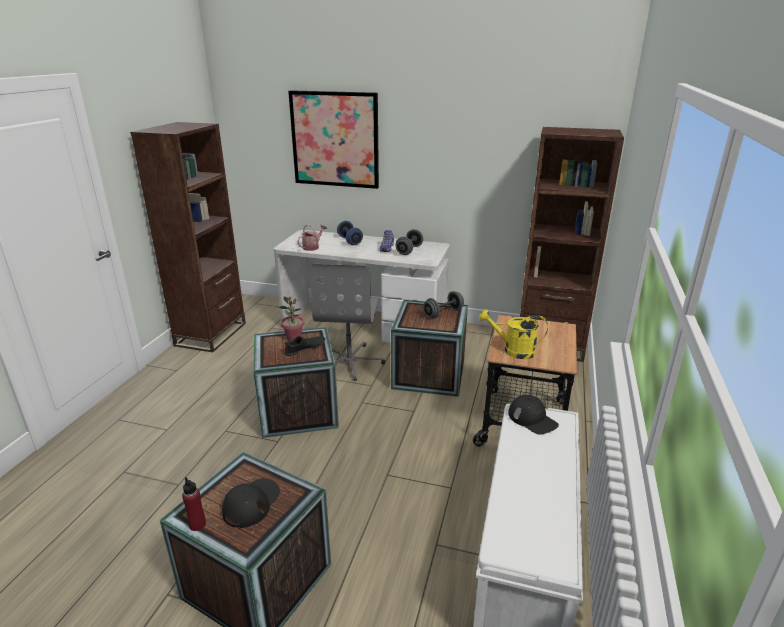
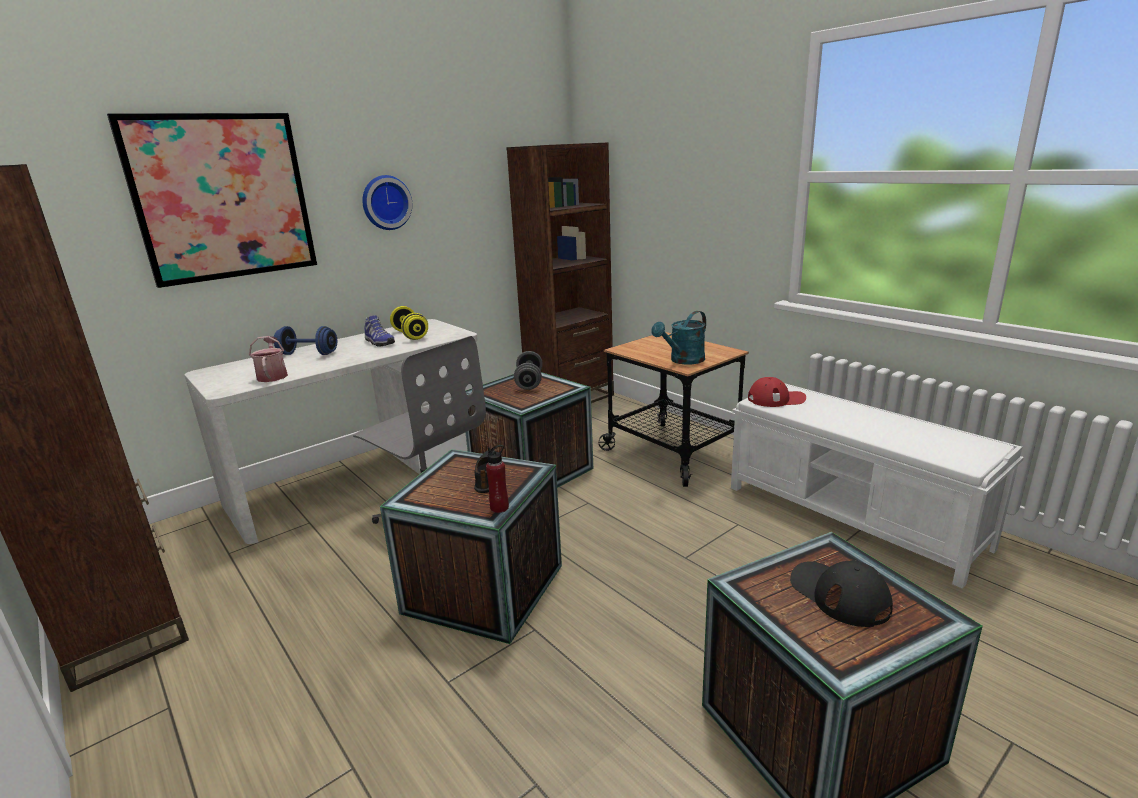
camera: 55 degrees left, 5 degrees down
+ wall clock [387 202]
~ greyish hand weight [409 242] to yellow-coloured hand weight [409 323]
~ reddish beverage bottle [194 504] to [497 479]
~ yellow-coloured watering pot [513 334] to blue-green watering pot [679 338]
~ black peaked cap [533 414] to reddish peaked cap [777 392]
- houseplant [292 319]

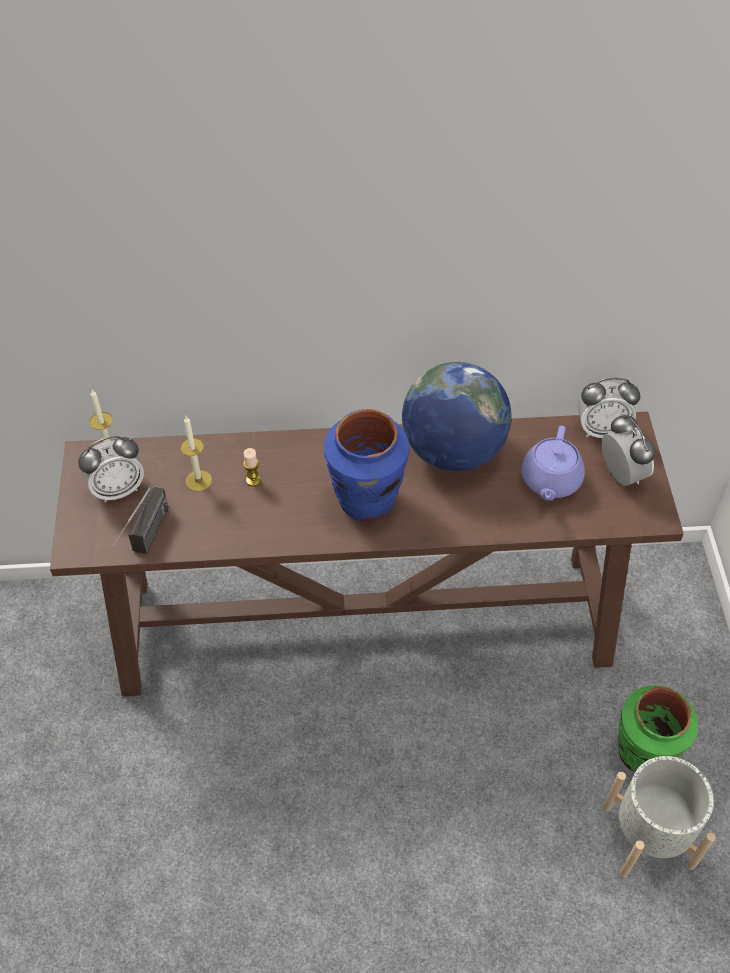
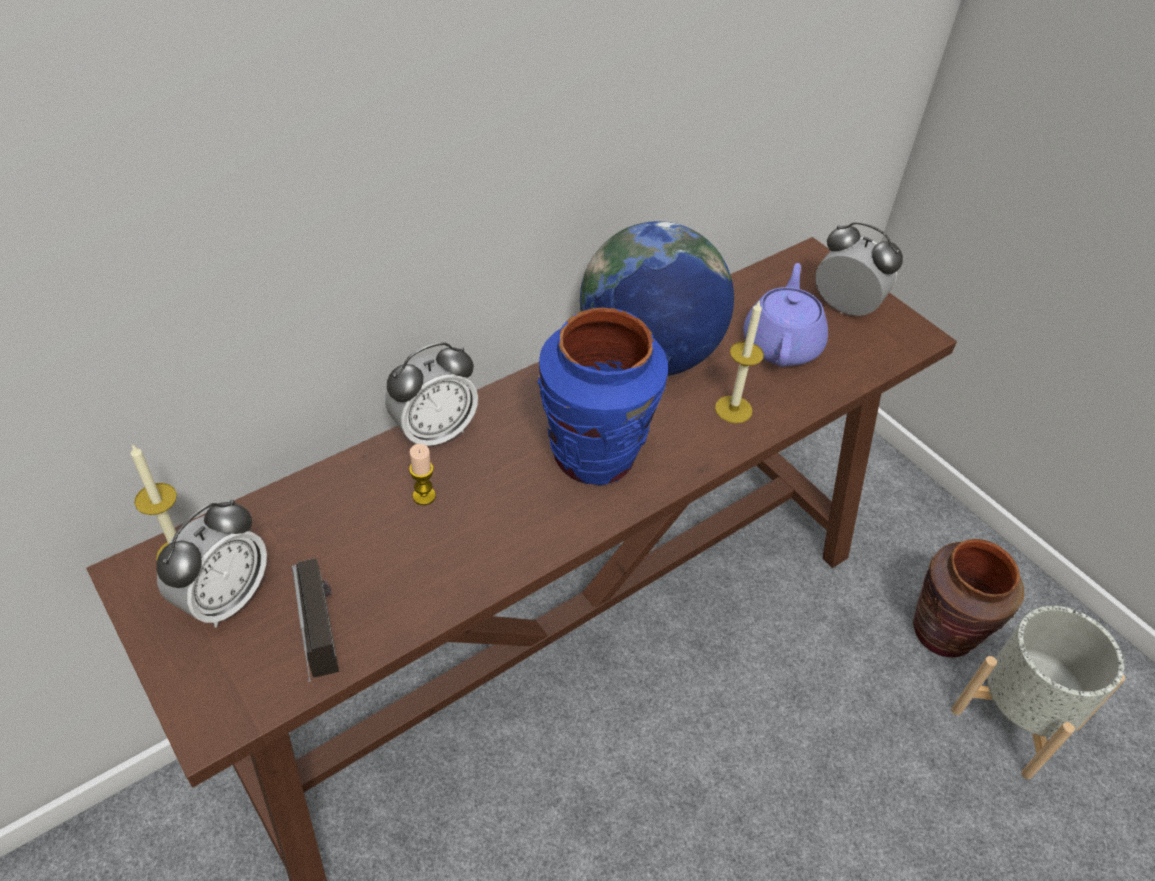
camera: 35 degrees left, 5 degrees down
~ table clock [609 408] to [431 394]
~ candle [196 454] to [739 362]
~ purple tea pot [553 463] = [785 315] 150 degrees counterclockwise
~ greenish flower vase [658 729] to brown flower vase [968 598]

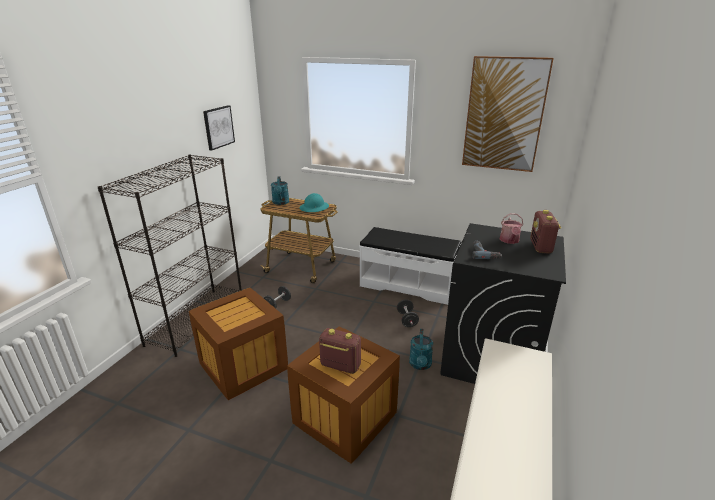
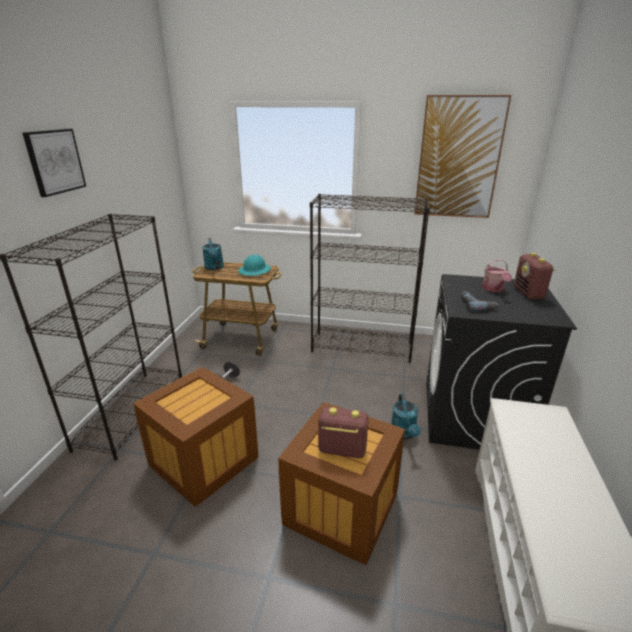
camera: 10 degrees left, 0 degrees up
~ wall picture [219 127] to [54 163]
~ white bench [410 266] to black bookcase [370 278]
- black hand weight [408 313]

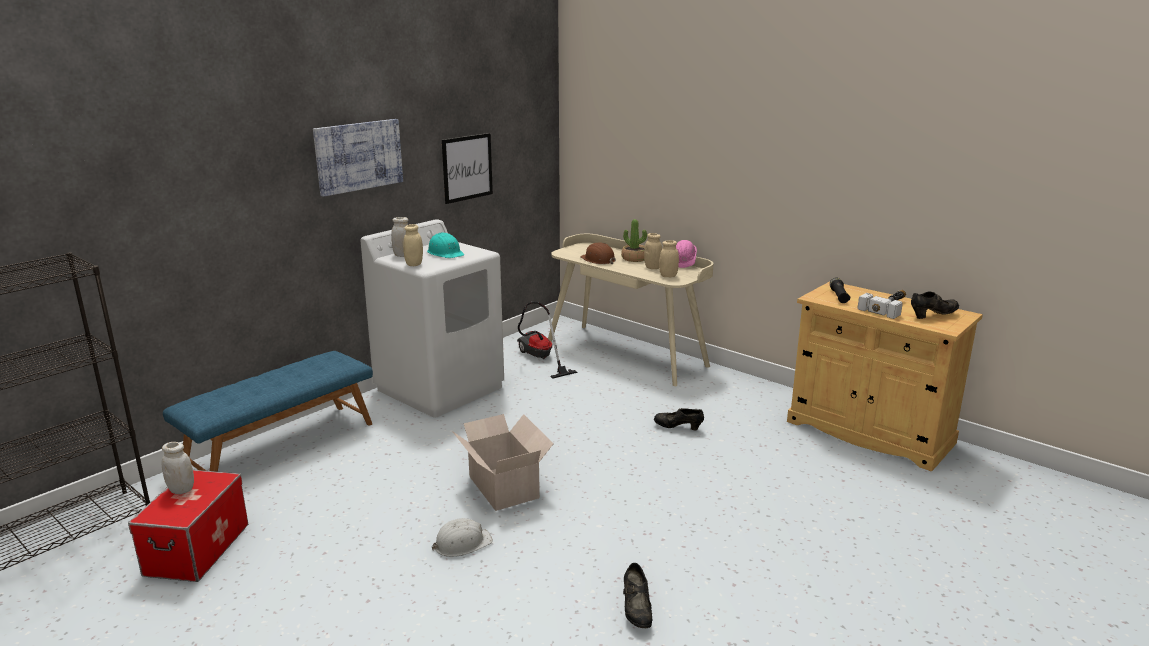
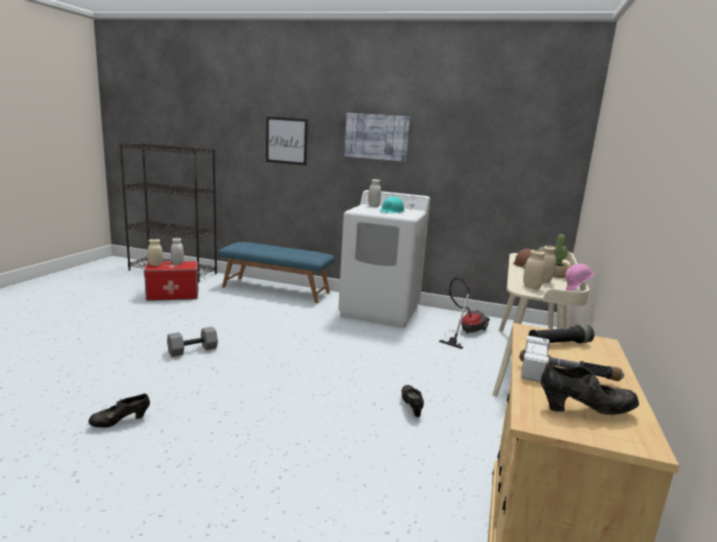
camera: 65 degrees right, 5 degrees down
~ beige-coloured storage jar [413 245] to [155 252]
~ white work helmet [462 537] to greyish hand weight [192 342]
~ wall picture [467 168] to [287 140]
~ black low shoe [935 305] = [590 389] 45 degrees counterclockwise
- packing box [502 462]

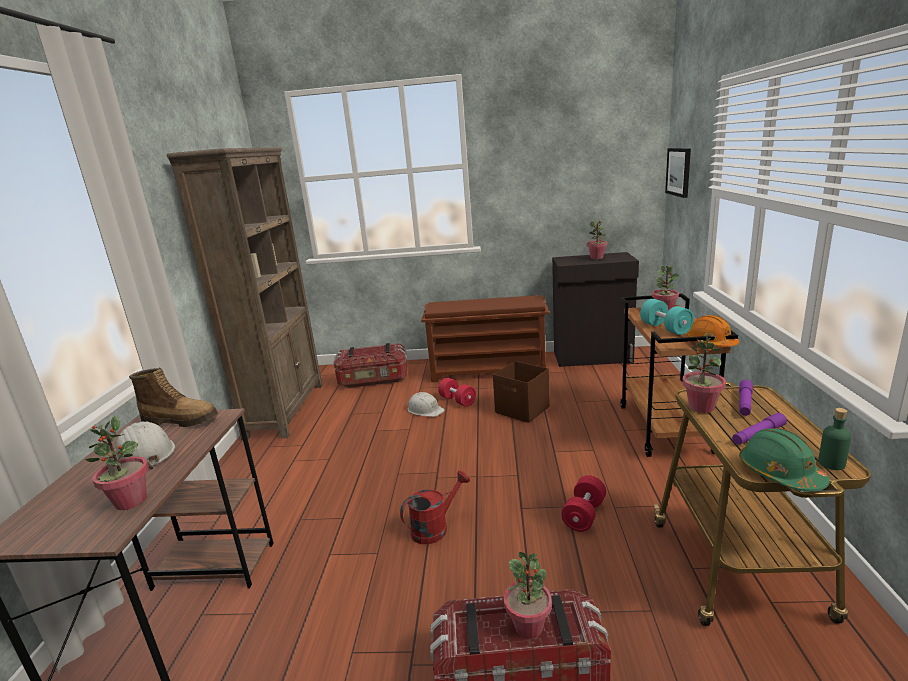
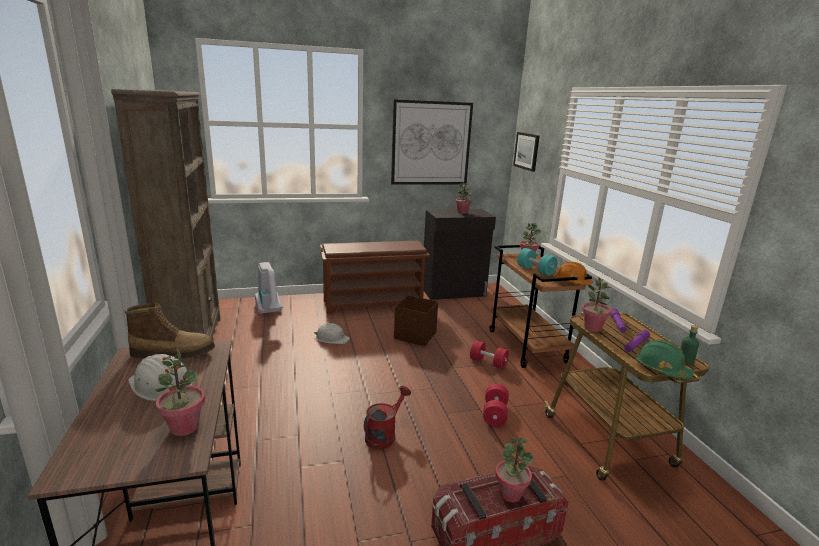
camera: 20 degrees left, 0 degrees up
~ storage bin [370 365] to hoover [269 288]
+ wall picture [432 142]
~ reddish hand weight [457 392] to [489 354]

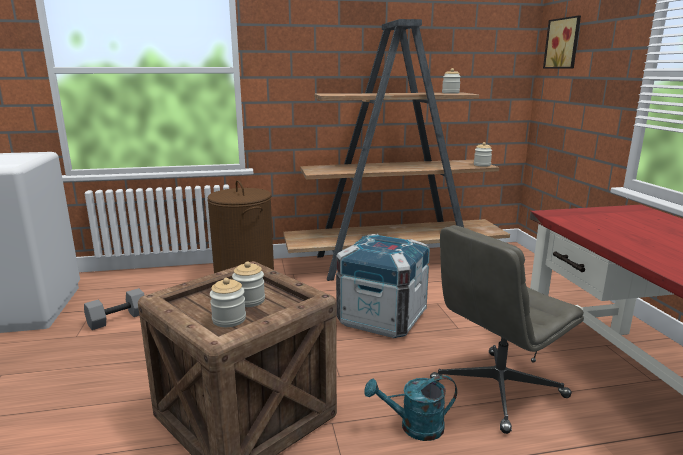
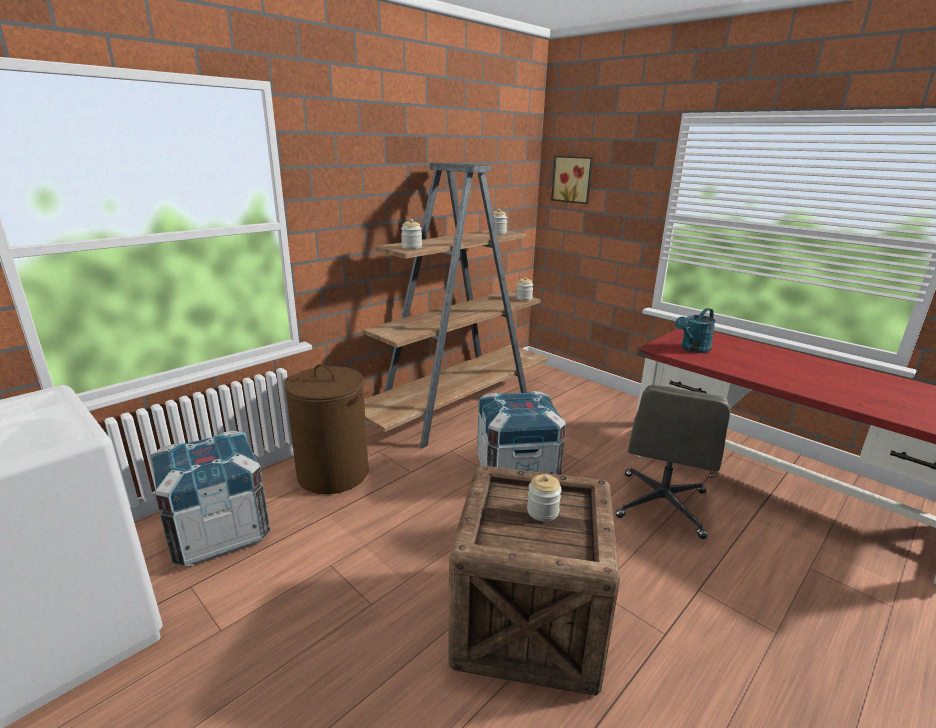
camera: 35 degrees left, 5 degrees up
+ crate [210 498]
~ storage jar [228 302] to [411 234]
~ blue-green watering pot [410 408] to [695 330]
- greyish hand weight [114 309]

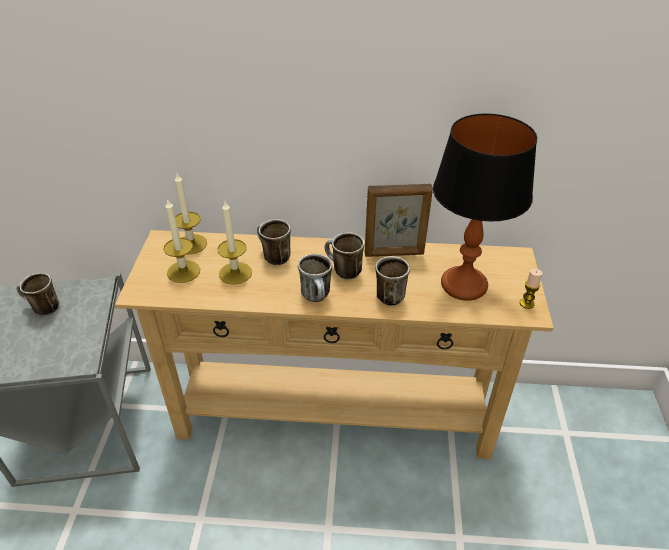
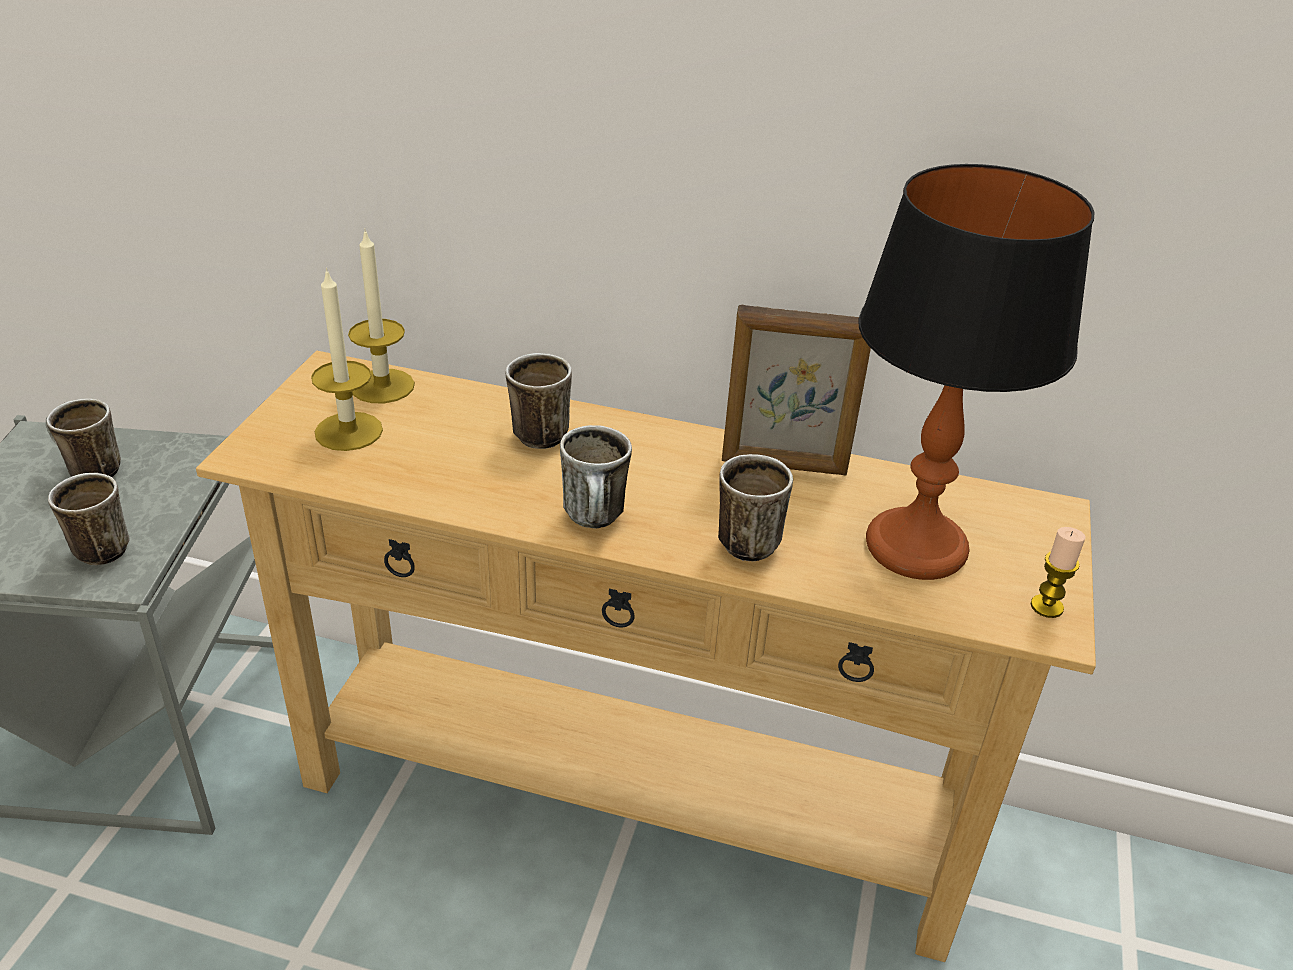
camera: 10 degrees right, 5 degrees down
~ coffee mug [344 256] to [89 519]
- candle [234 243]

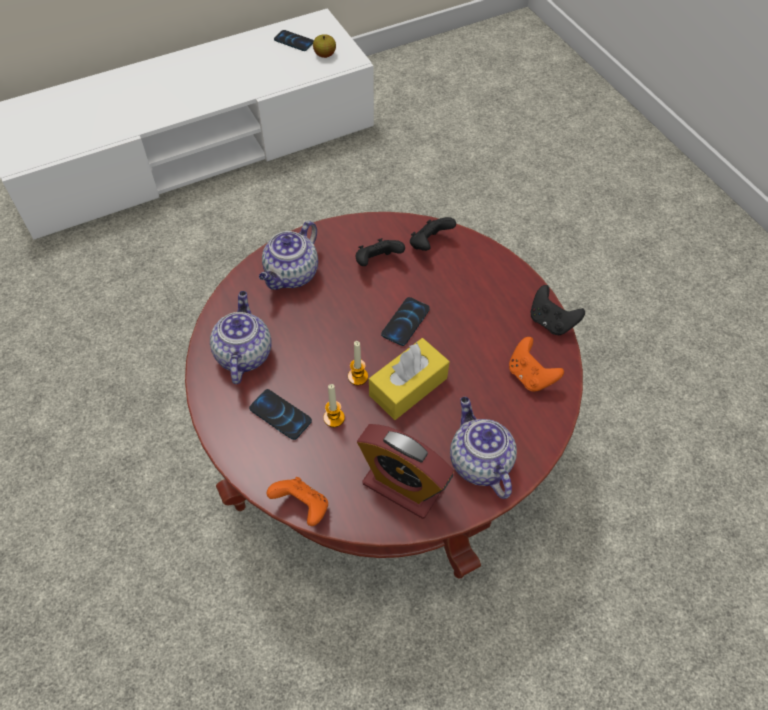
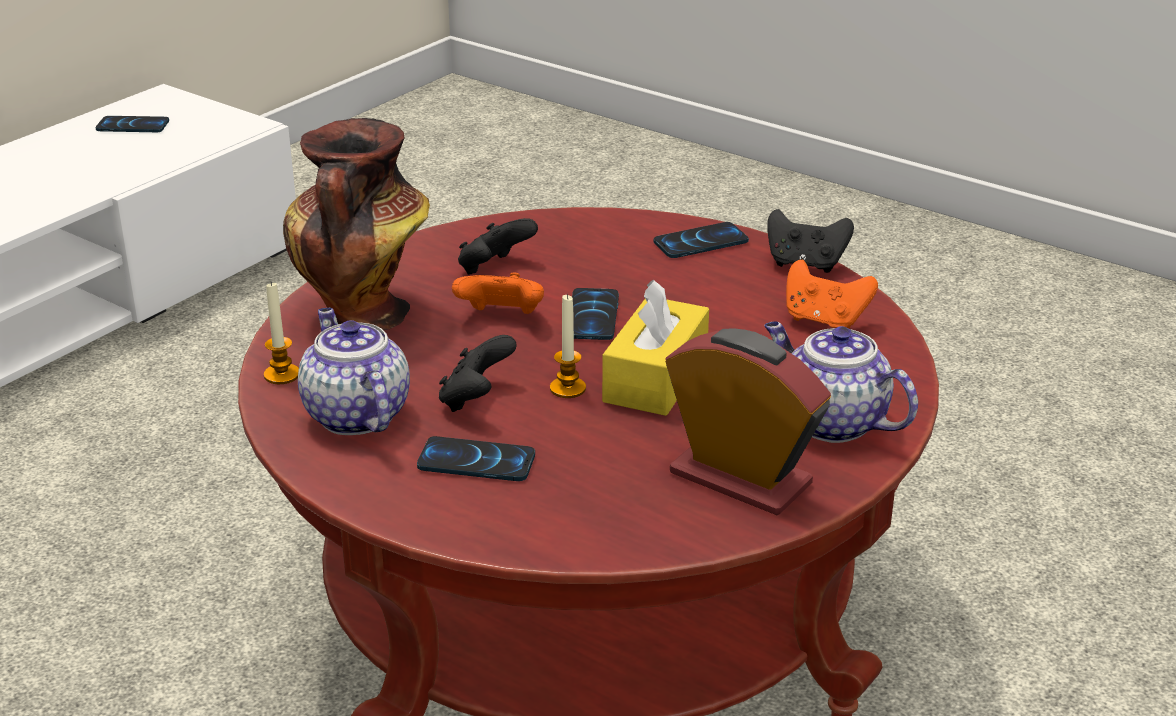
camera: 25 degrees left, 25 degrees down
~ candle [334 405] to [281 333]
~ tea pot [288 255] to flower vase [356 224]
~ black joypad [433 234] to [478 373]
~ orangey joypad [297 501] to [498 293]
+ handset [701 240]
~ table clock [405 471] = [748 421] 150 degrees counterclockwise
- apple fruit [324 46]

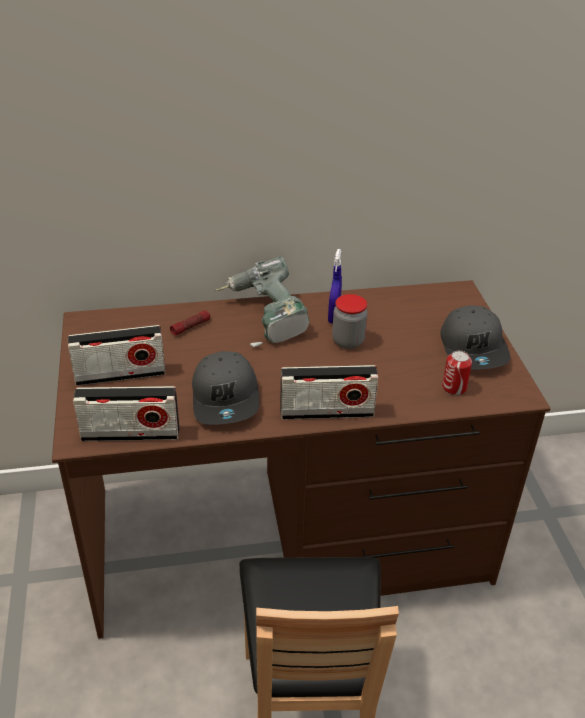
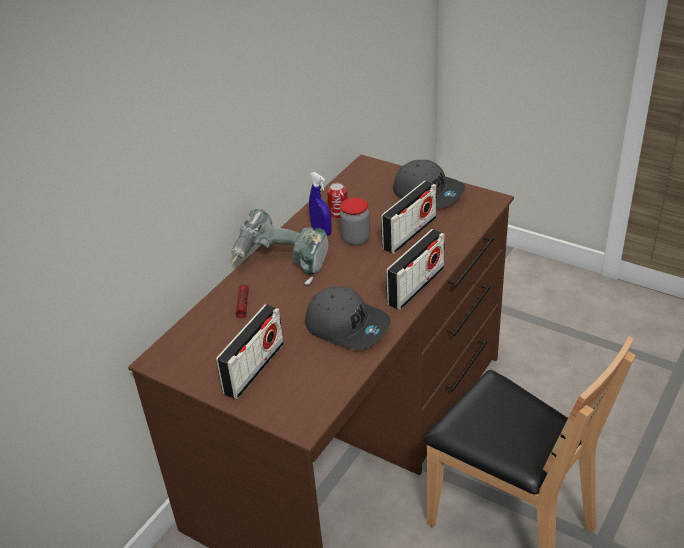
camera: 45 degrees left, 0 degrees up
~ sealed can [457 373] to [337 201]
~ radio receiver [126 413] to [409 217]

